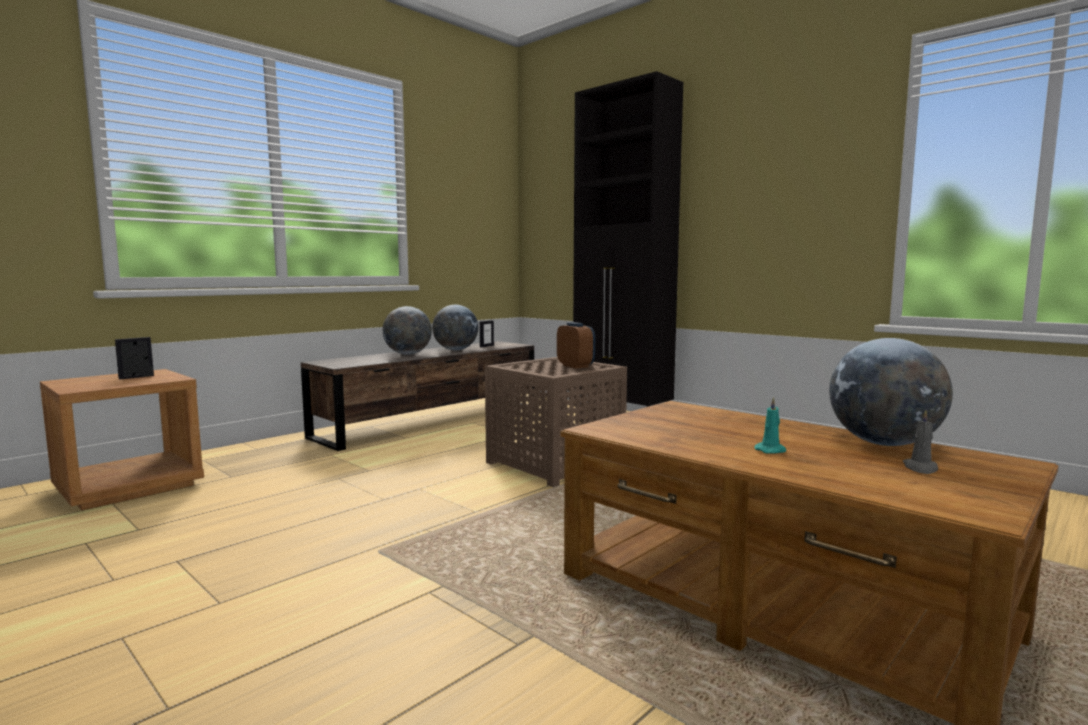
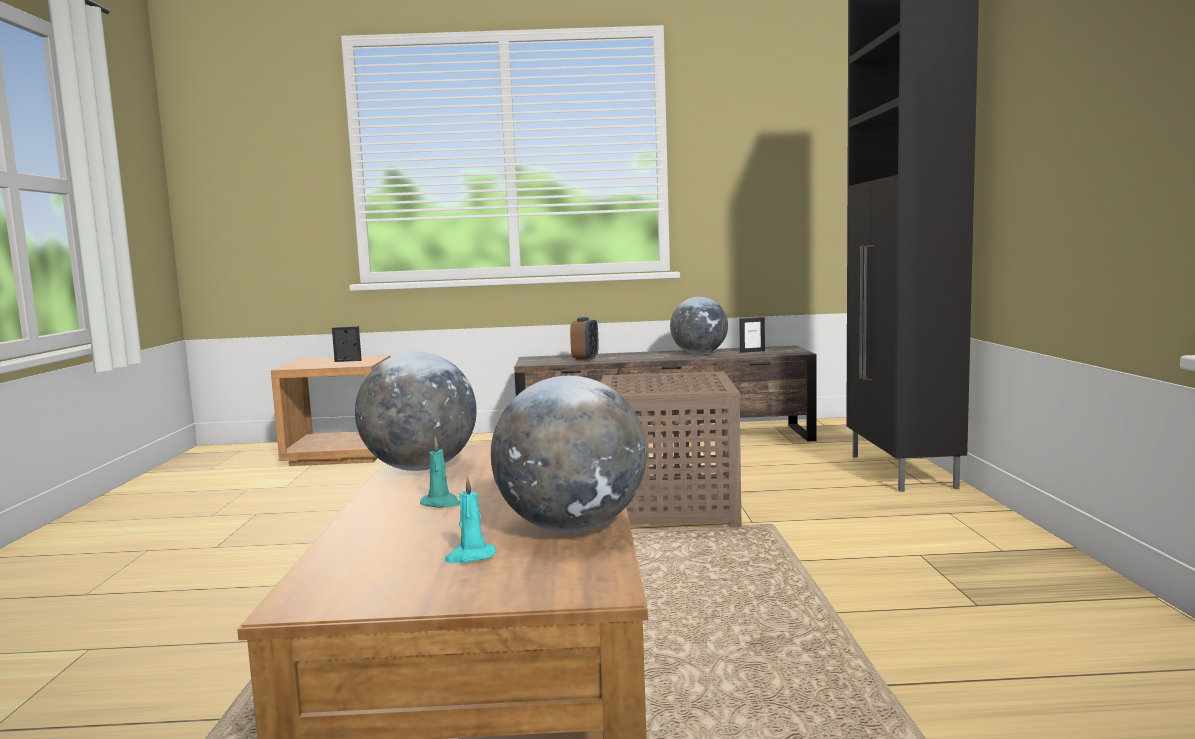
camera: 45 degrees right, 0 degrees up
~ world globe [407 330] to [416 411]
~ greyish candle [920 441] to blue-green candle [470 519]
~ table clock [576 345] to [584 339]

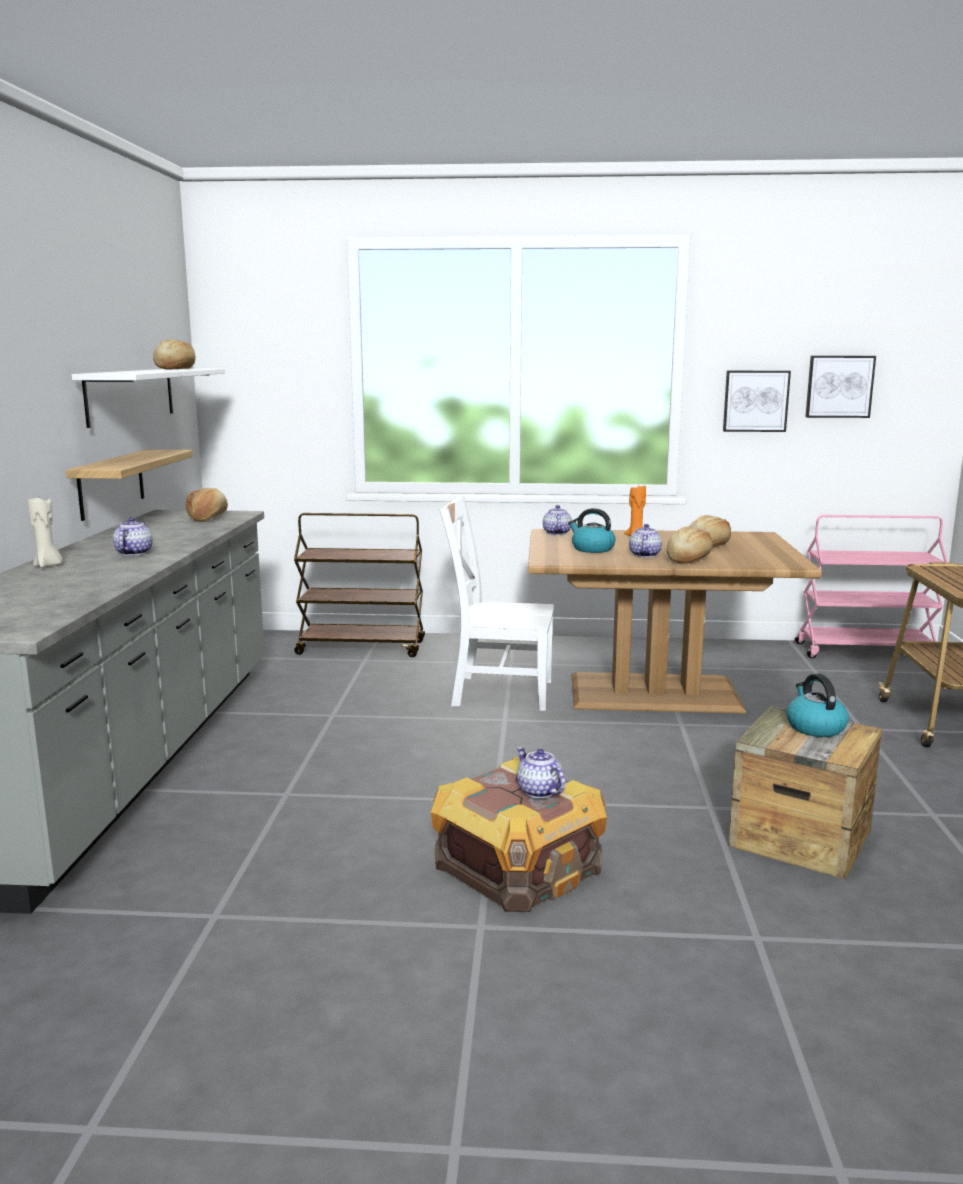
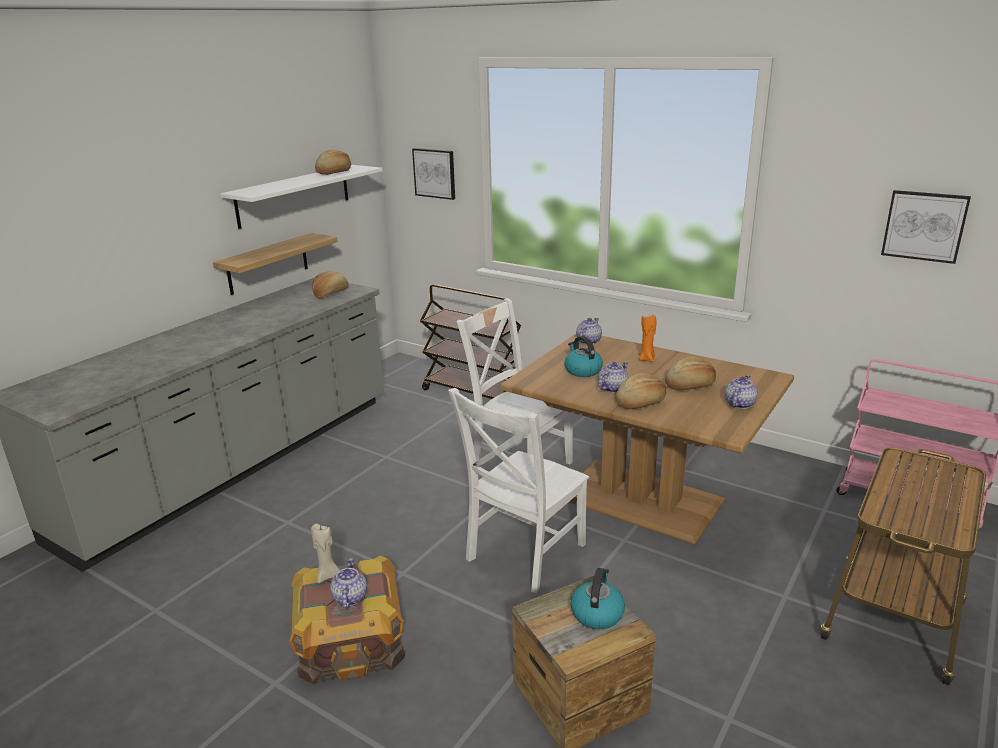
camera: 30 degrees right, 10 degrees up
~ beige-coloured candle [45 533] to [325 553]
~ wall picture [757 401] to [433 174]
+ white plain chair [518 490]
~ tea pot [133 536] to [741 392]

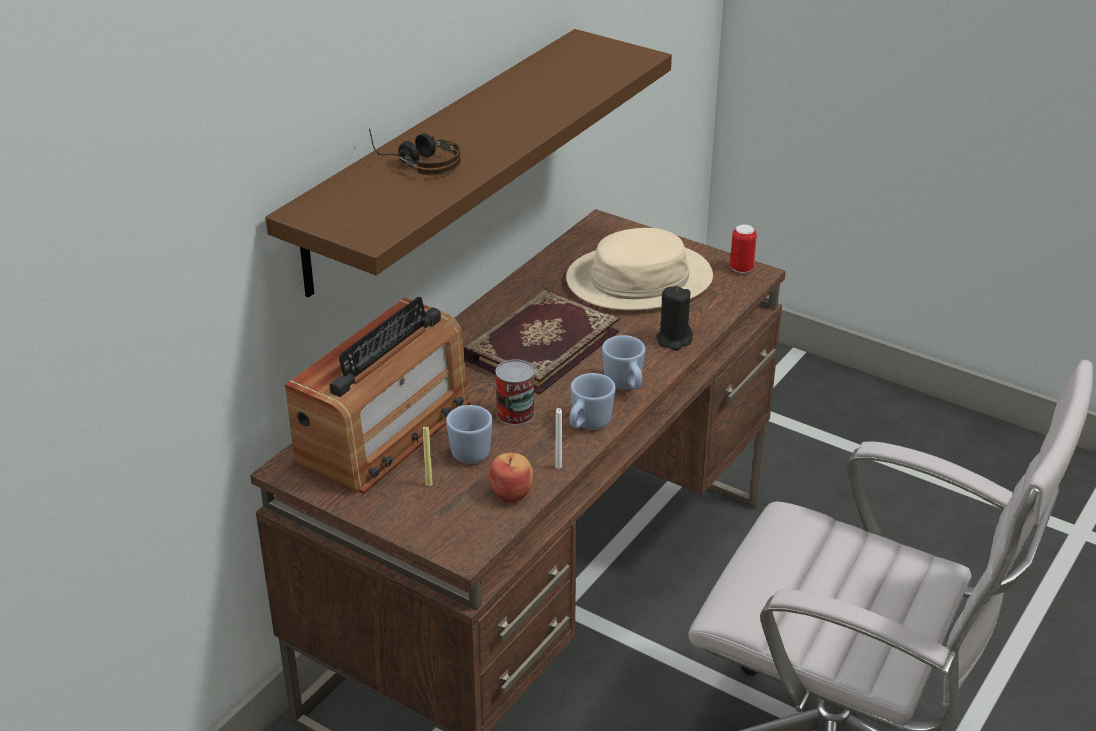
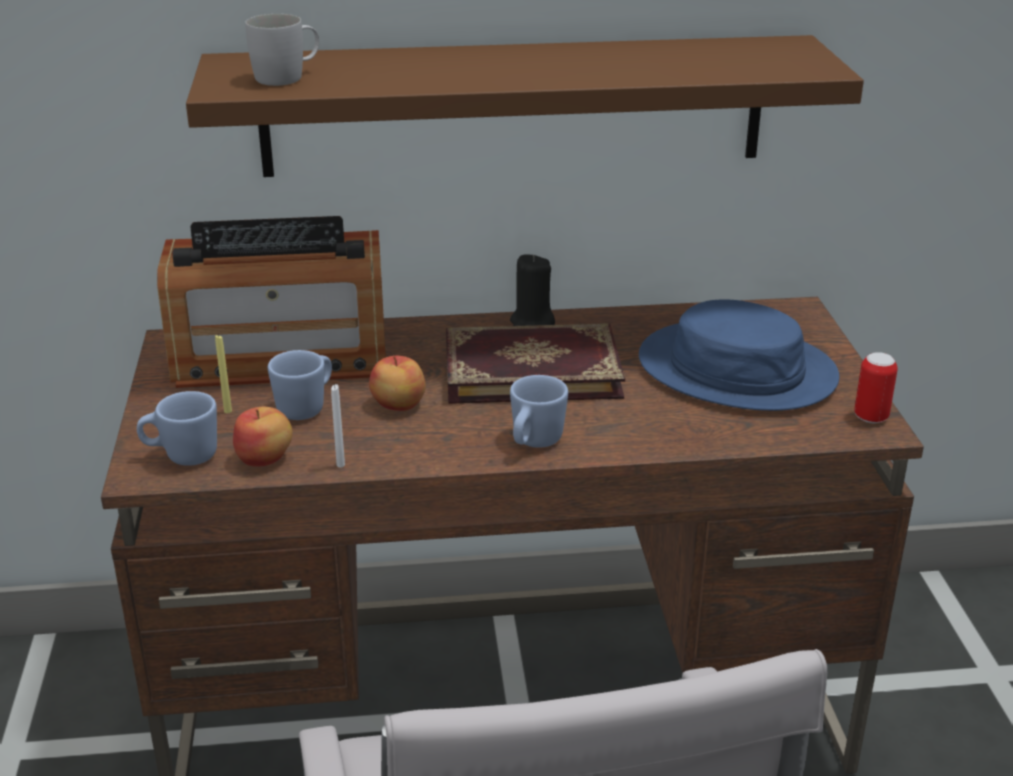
camera: 50 degrees right, 5 degrees down
~ blue-coloured coffee mug [592 401] to [177 428]
+ white coffee mug [282 50]
~ sealed can [515 392] to apple fruit [397 383]
~ black candle [674 318] to [532 290]
~ beige-coloured hat [639 269] to blue-coloured hat [739 355]
- headset [415 151]

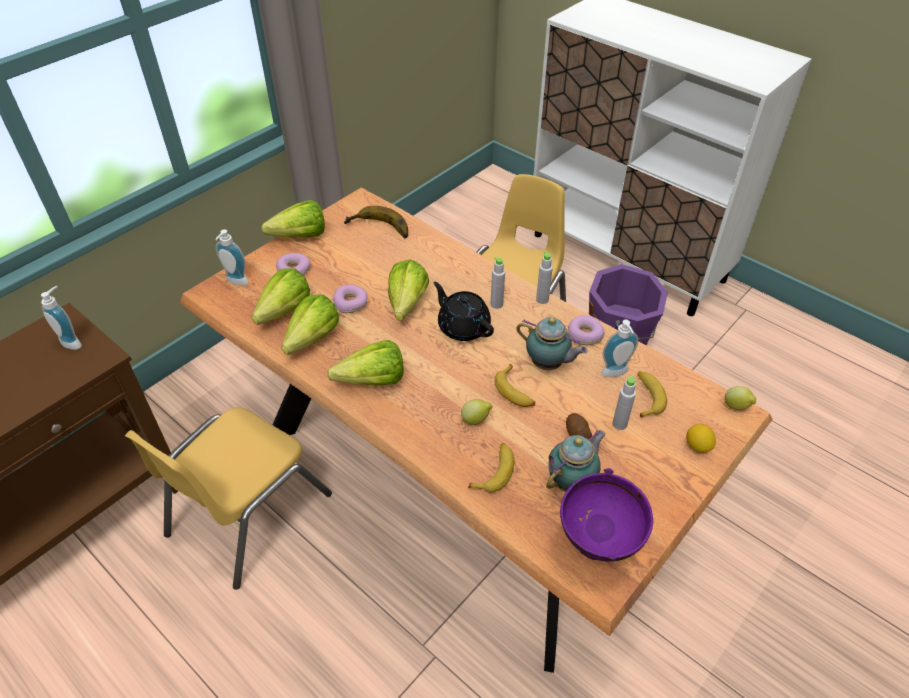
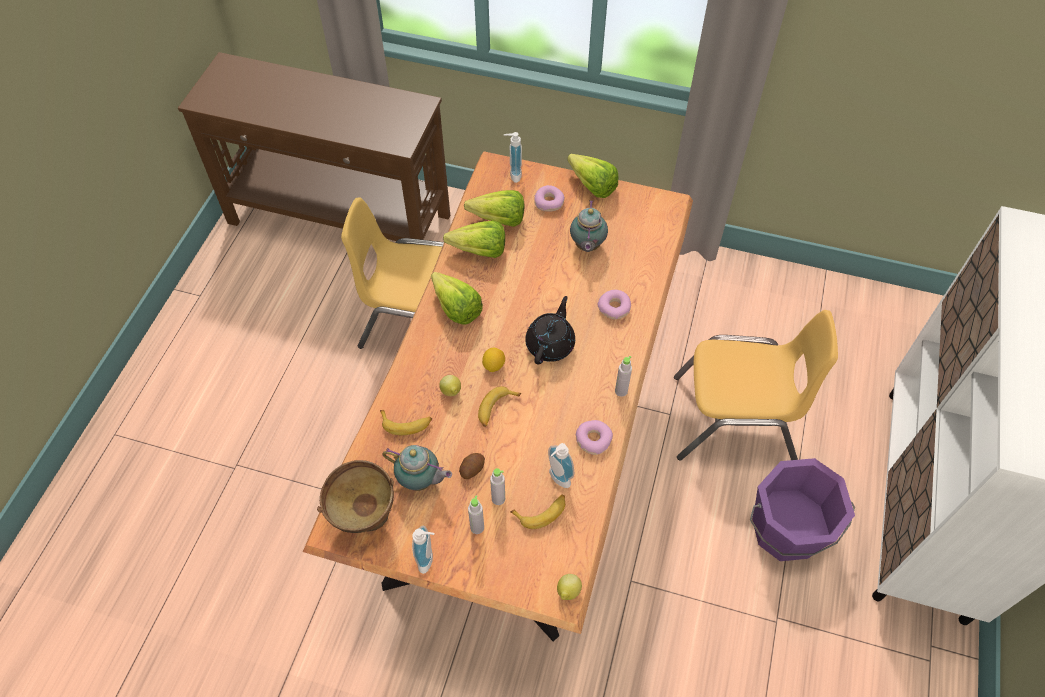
camera: 65 degrees right, 10 degrees up
~ purple serving bowl [606 515] to brown serving bowl [355 496]
~ soap bottle [61 318] to [423 549]
~ greyish beverage bottle [498 283] to [476 514]
~ whole lemon [701 438] to [493 360]
~ tea pot [551 343] to [589 226]
~ donut [350 299] to [614 304]
- whole banana [376 222]
- lettuce head [408 290]

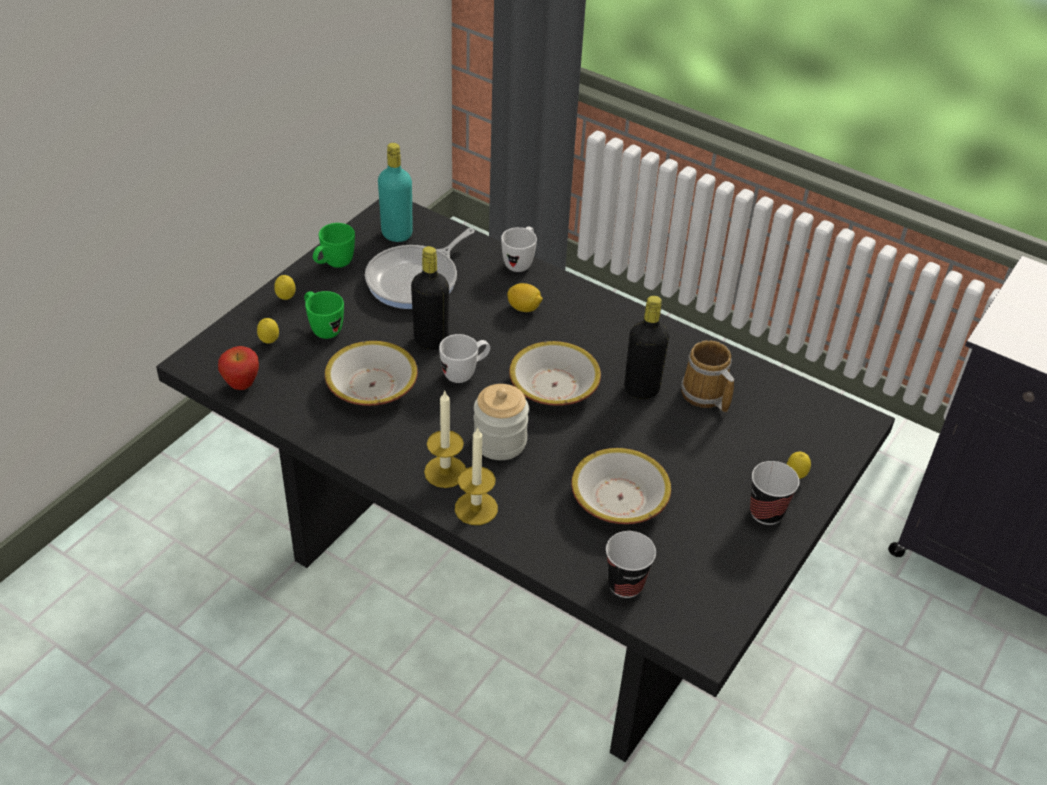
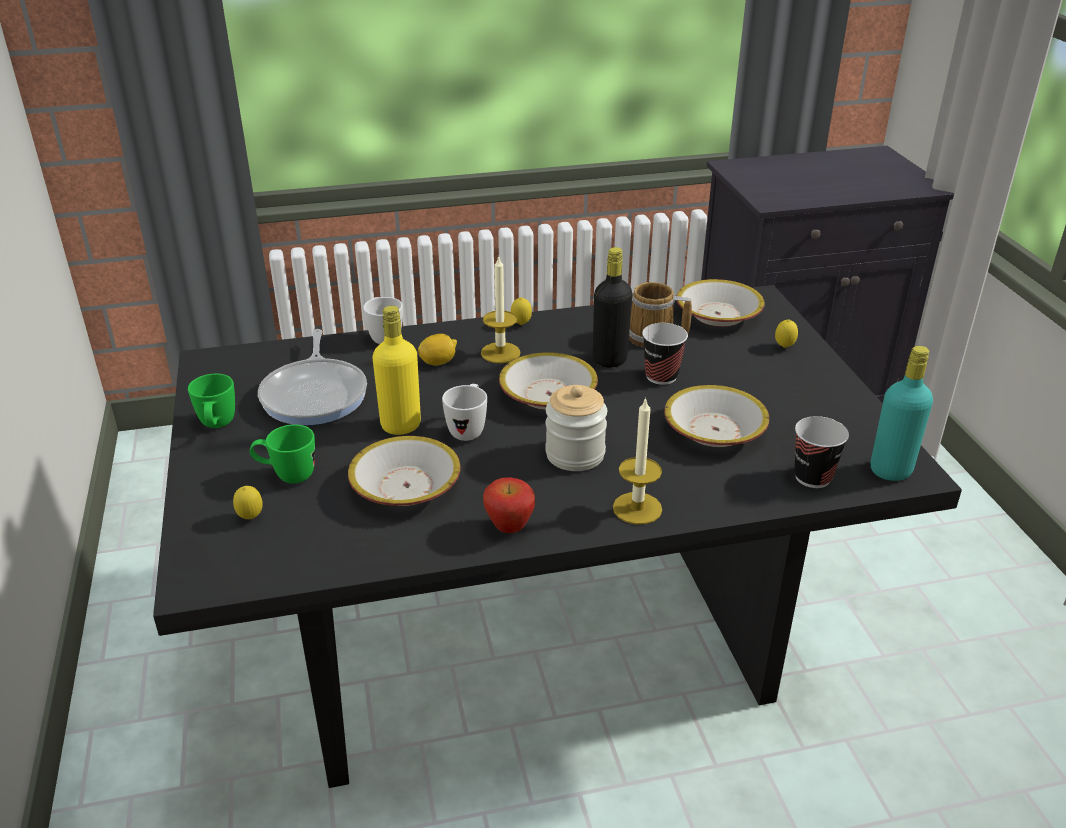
camera: 45 degrees left, 10 degrees down
~ black beverage bottle [430 298] to yellow-coloured beverage bottle [397 370]
~ candle [445 439] to [501 309]
~ apple fruit [238 368] to [509 505]
~ whole lemon [285 287] to [521 311]
~ small cup [774 493] to [665 354]
+ serving bowl [721 303]
~ blue-green beverage bottle [395 192] to [902 413]

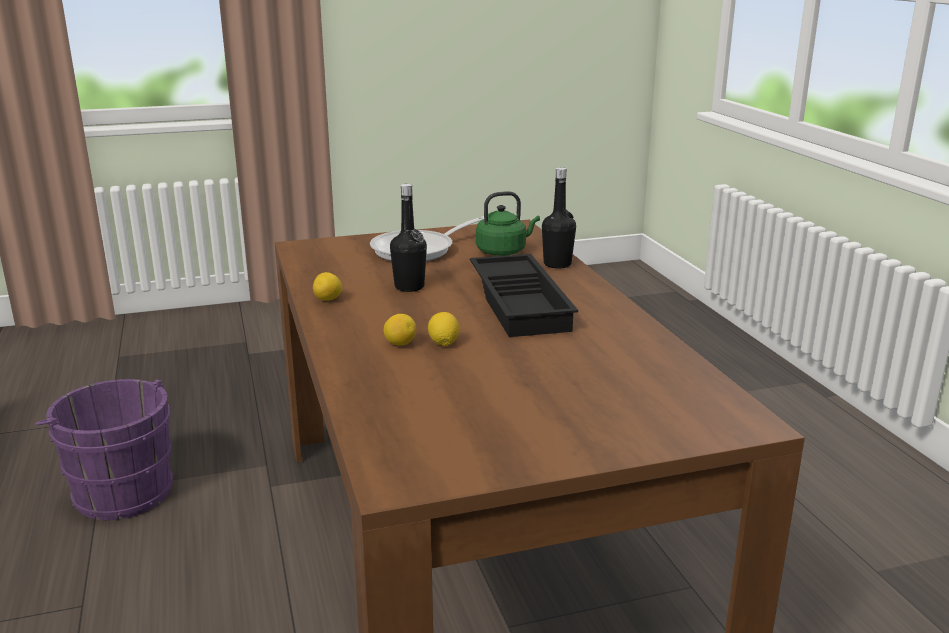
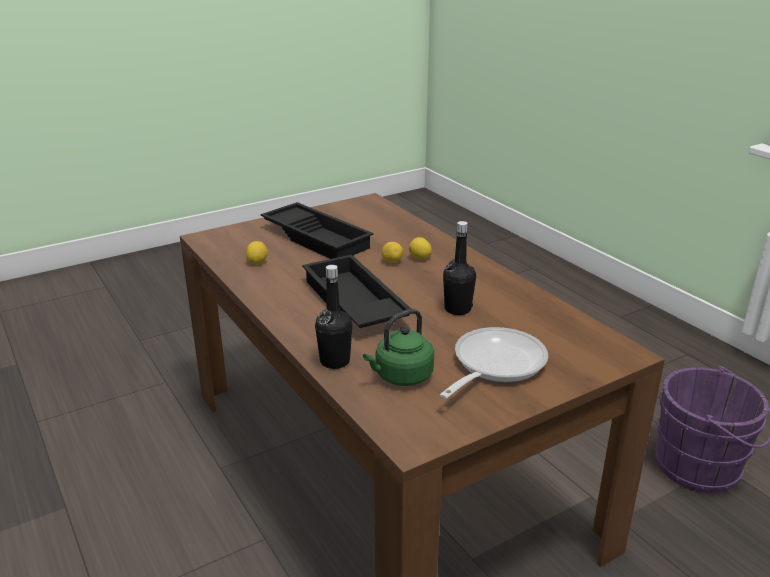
camera: 165 degrees right, 5 degrees up
~ whole lemon [327 286] to [257 252]
+ black carrying tray [317 230]

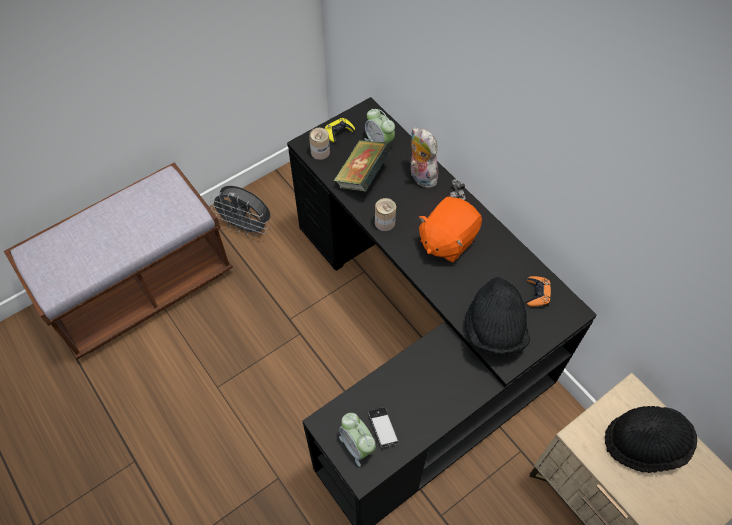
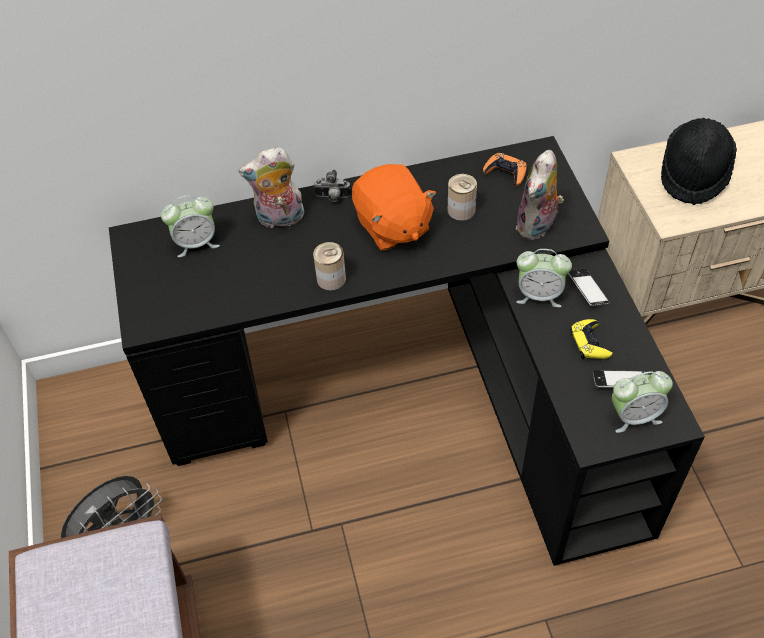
camera: 65 degrees left, 5 degrees down
~ sealed can [319 144] to [462 197]
~ black hat [497 317] to soft toy [539 195]
+ table clock [544 278]
+ handset [588 287]
~ yellow-coloured joypad [340 130] to [591 339]
- volume [362 166]

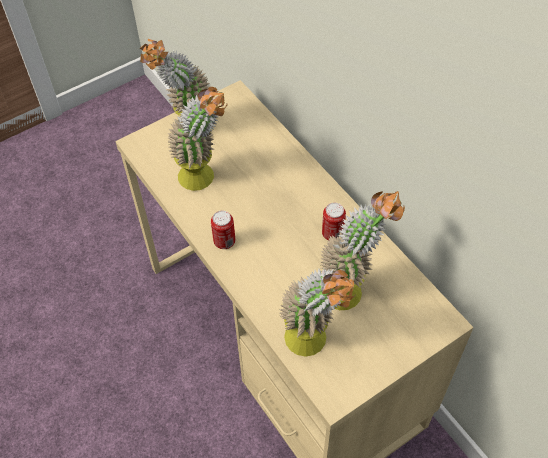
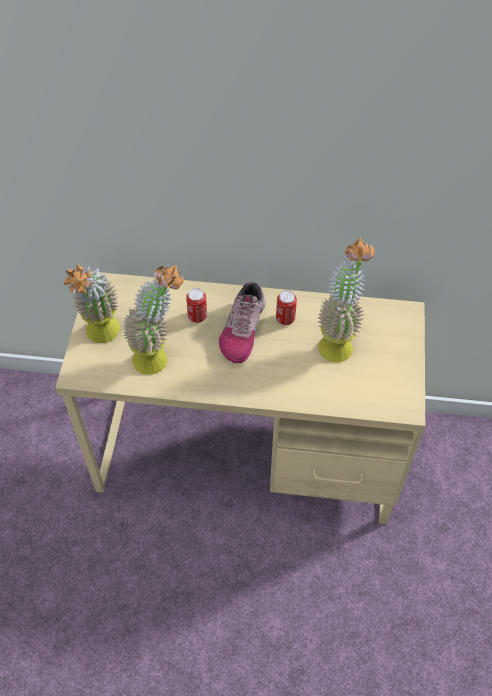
camera: 50 degrees left, 0 degrees up
~ sealed can [223 230] to [196 305]
+ low shoe [242 322]
- houseplant [317 312]

